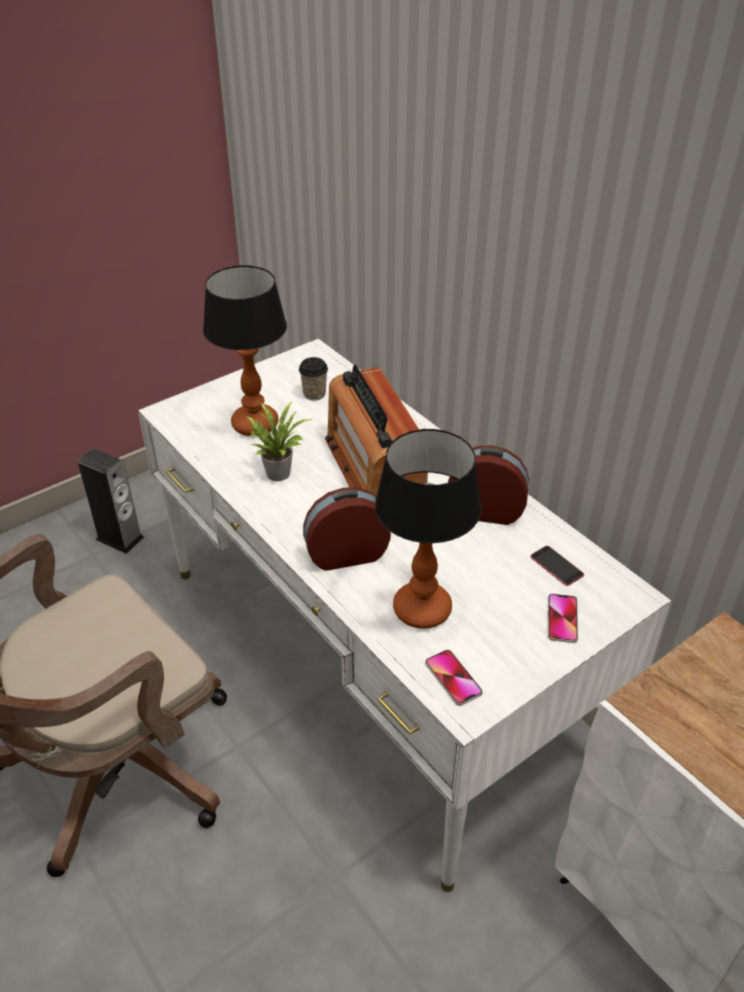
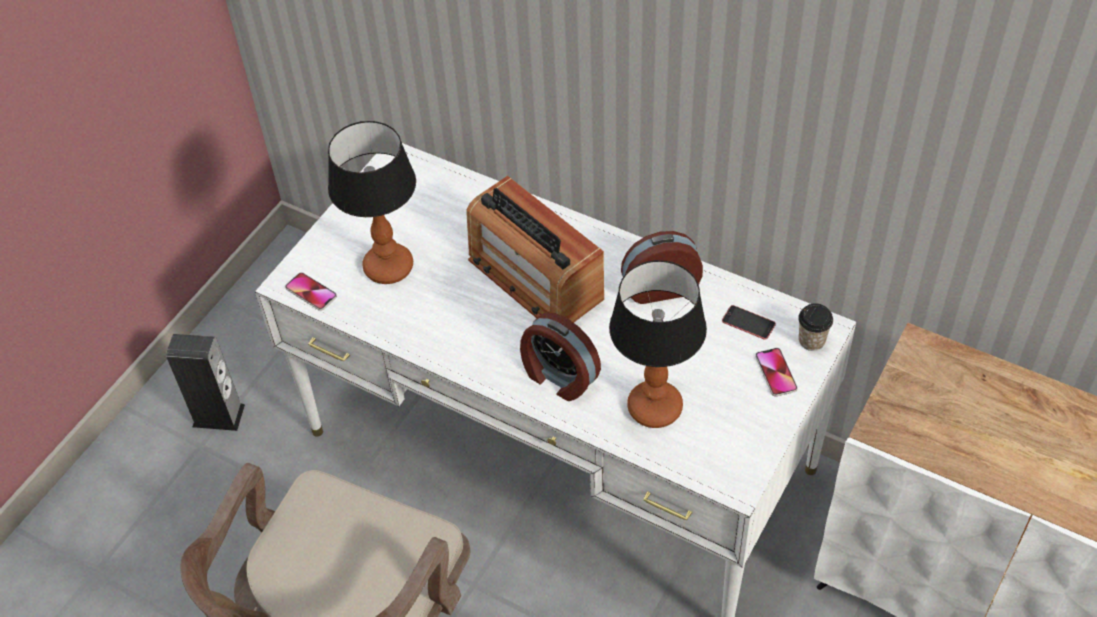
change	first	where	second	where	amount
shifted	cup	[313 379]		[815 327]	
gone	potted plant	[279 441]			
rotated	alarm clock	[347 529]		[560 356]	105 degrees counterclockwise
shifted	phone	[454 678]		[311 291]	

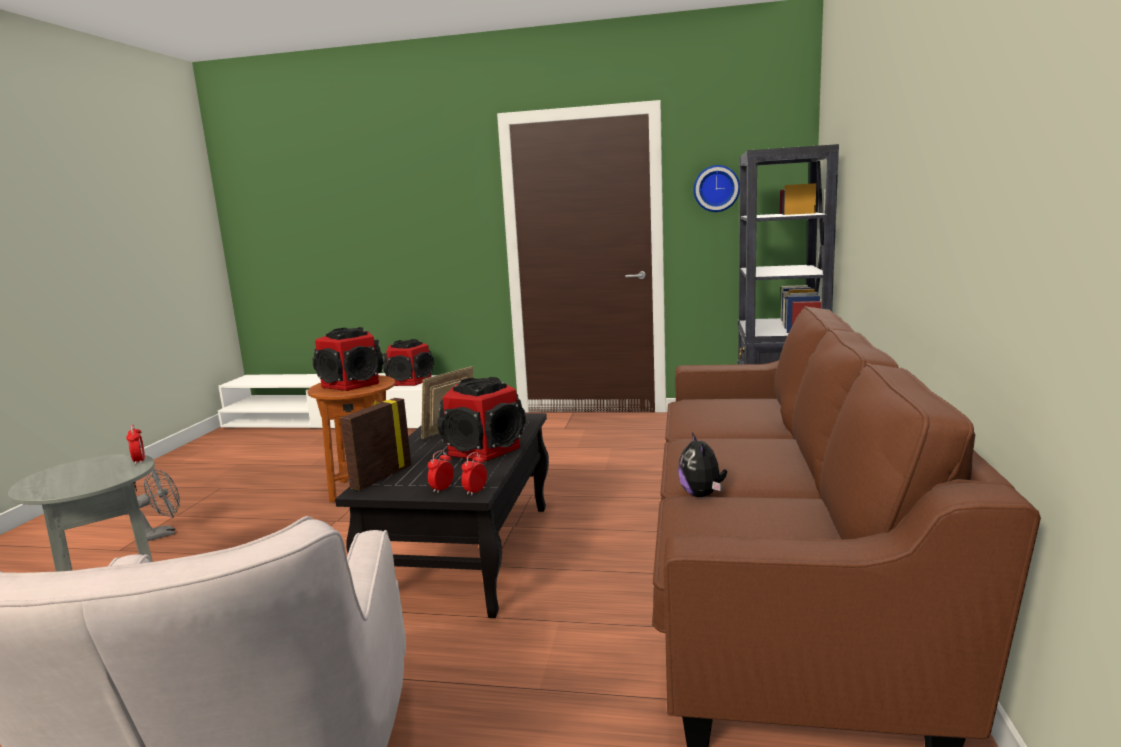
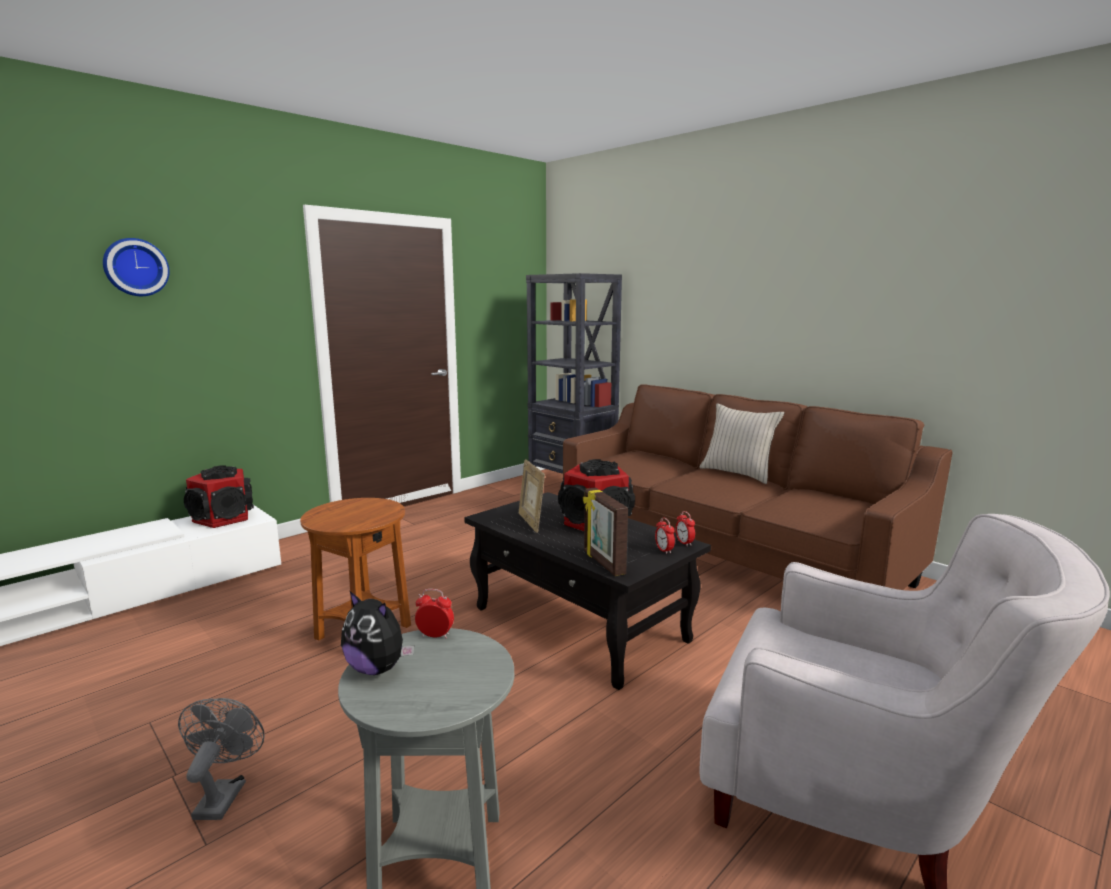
change	first	where	second	where	amount
shifted	wall clock	[716 188]		[136 267]	
gone	speaker	[348 359]			
shifted	plush toy	[702 464]		[377 633]	
new			pillow (beige)	[742 443]	

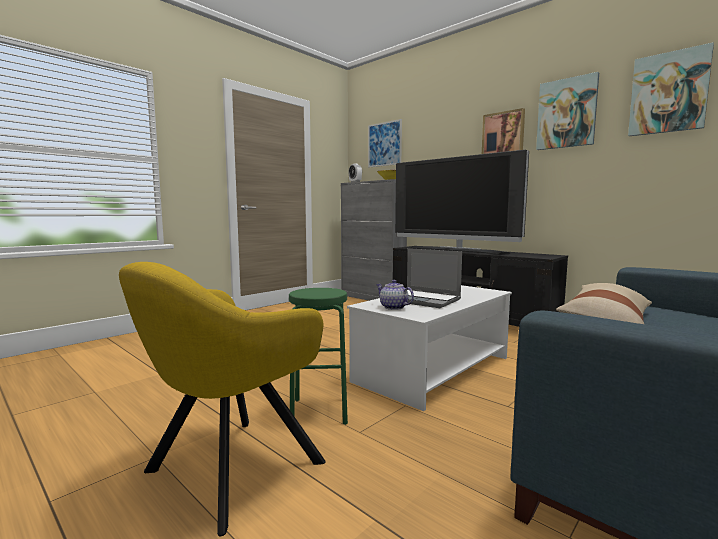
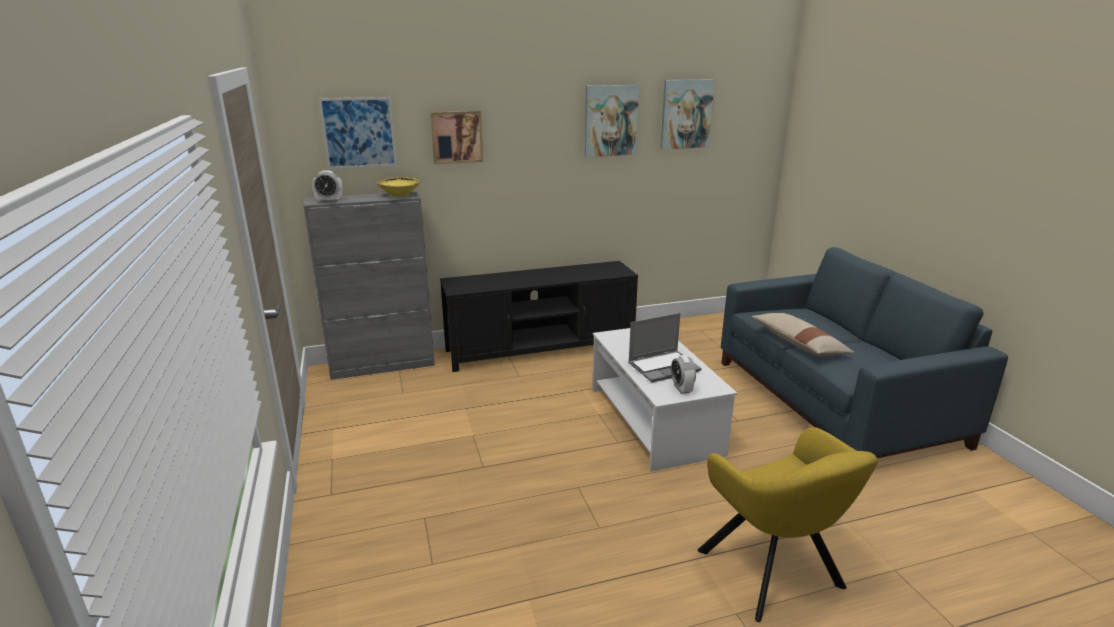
change	first	where	second	where	amount
shifted	picture	[503 131]		[456 137]	
gone	television	[462 202]			
swapped	teapot	[395 295]	alarm clock	[683 374]	
gone	stool (green)	[318 356]			

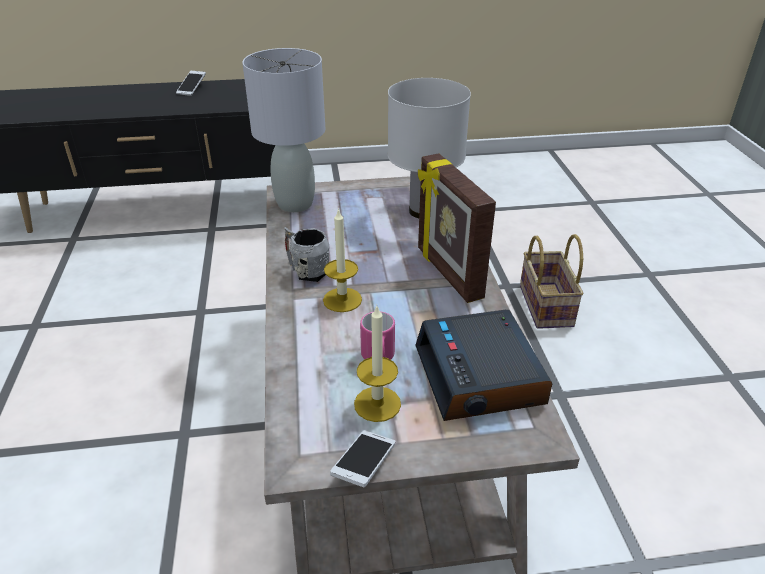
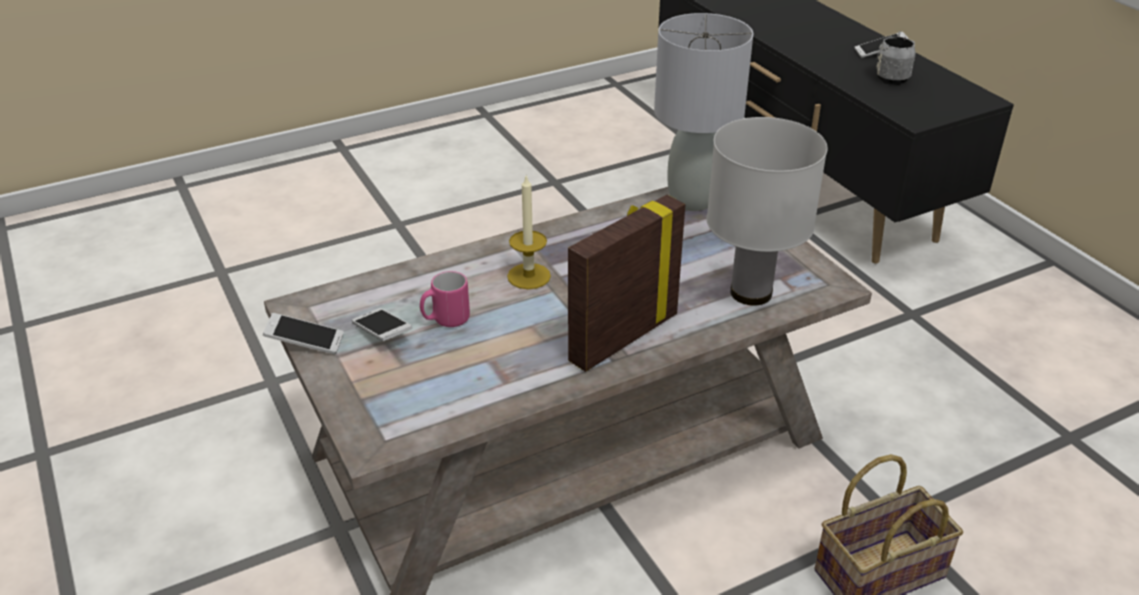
change	first	where	second	where	amount
shifted	mug (grey)	[306 254]		[896 58]	
swapped	candle	[377 363]	phone	[382 324]	
gone	alarm clock	[484 365]			

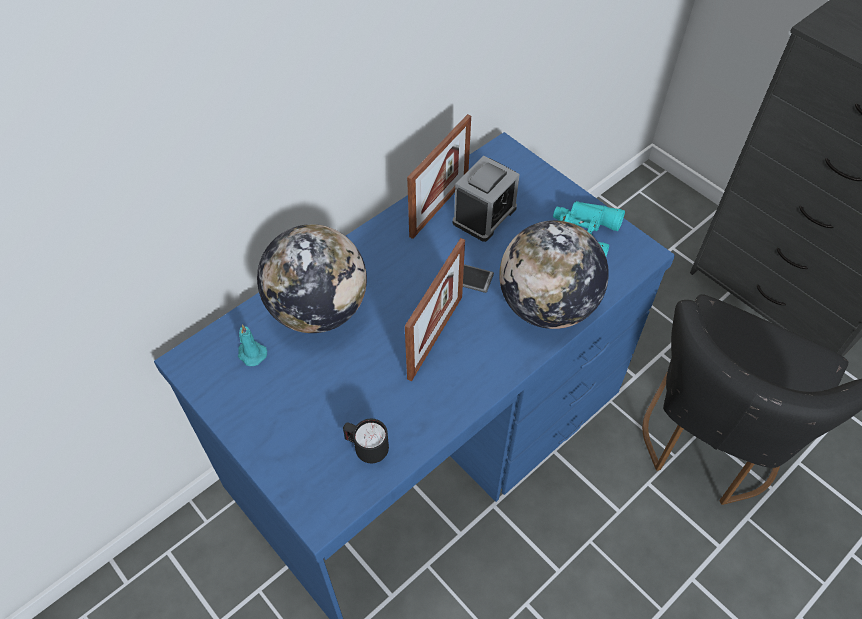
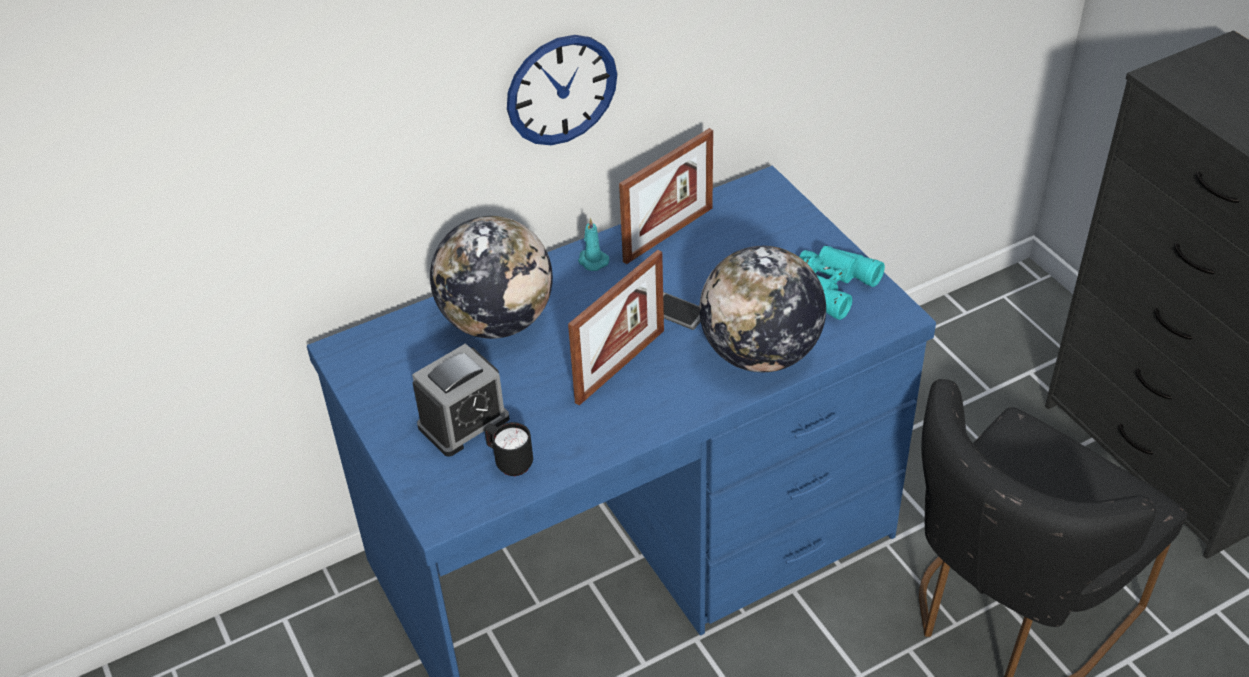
change	first	where	second	where	amount
shifted	alarm clock	[486 199]		[461 400]	
shifted	candle (turquoise)	[252 345]		[593 244]	
new			wall clock	[562 90]	

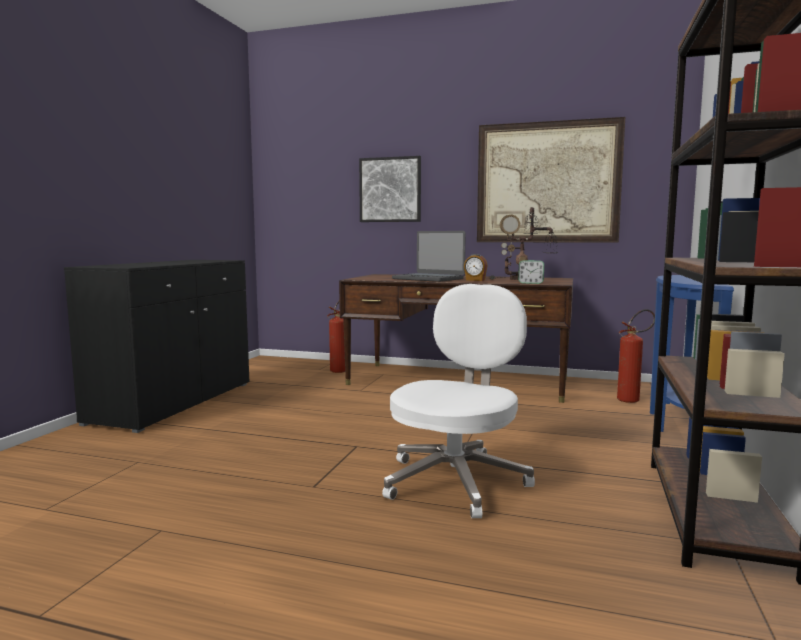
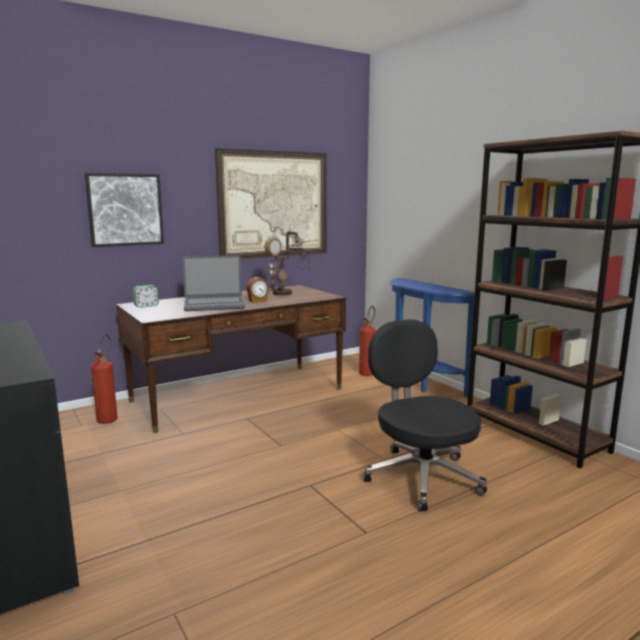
change	first	where	second	where	amount
shifted	alarm clock	[531 272]		[146 296]	
repainted	office chair (white)	[458 401]	office chair (black)	[425 415]	

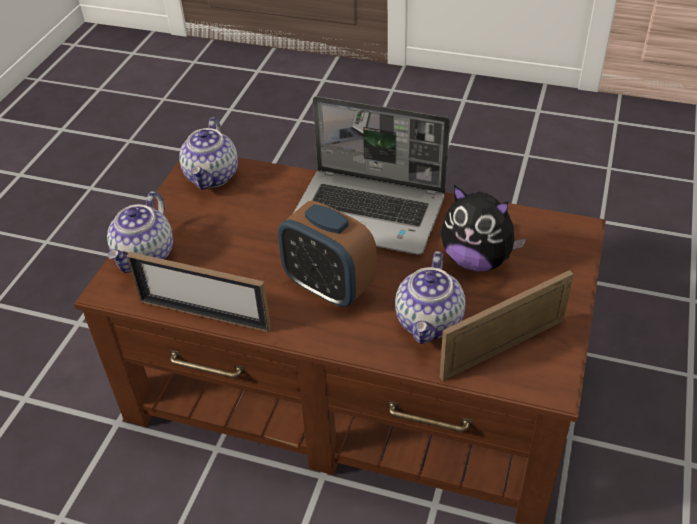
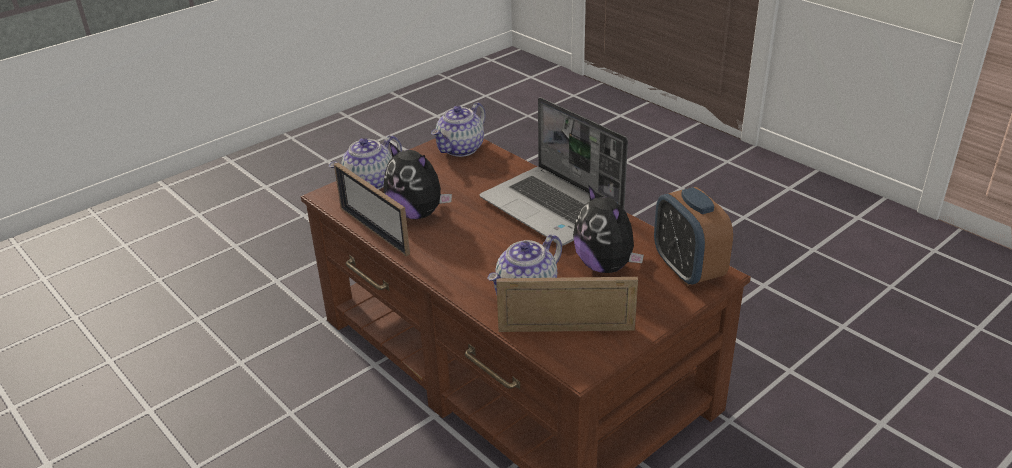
change	first	where	second	where	amount
shifted	alarm clock	[327 254]		[693 236]	
new			plush toy	[418 180]	

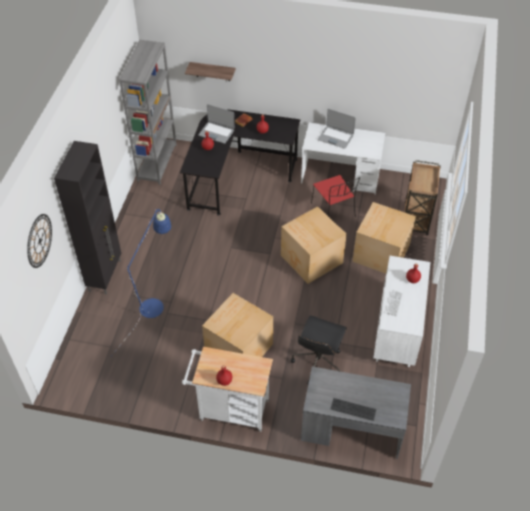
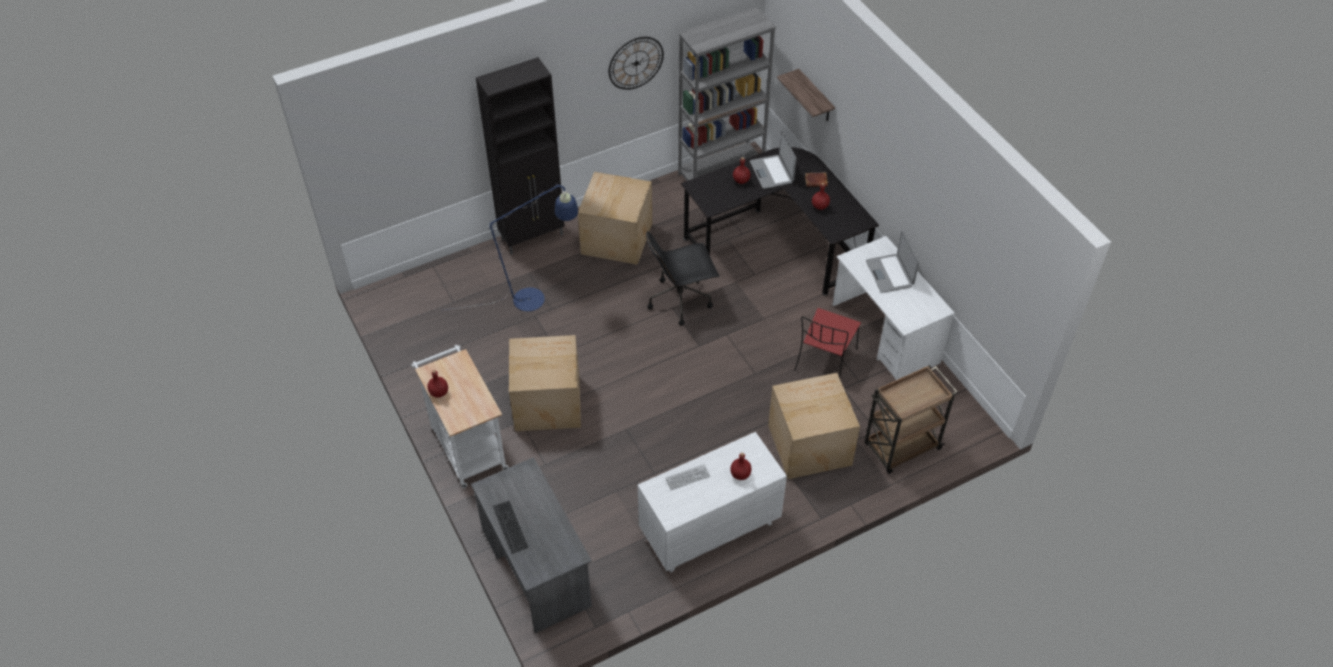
change	first	where	second	where	amount
shifted	cardboard box	[314 245]		[615 218]	
shifted	wall clock	[39 241]		[636 63]	
shifted	office chair (black)	[319 349]		[682 278]	

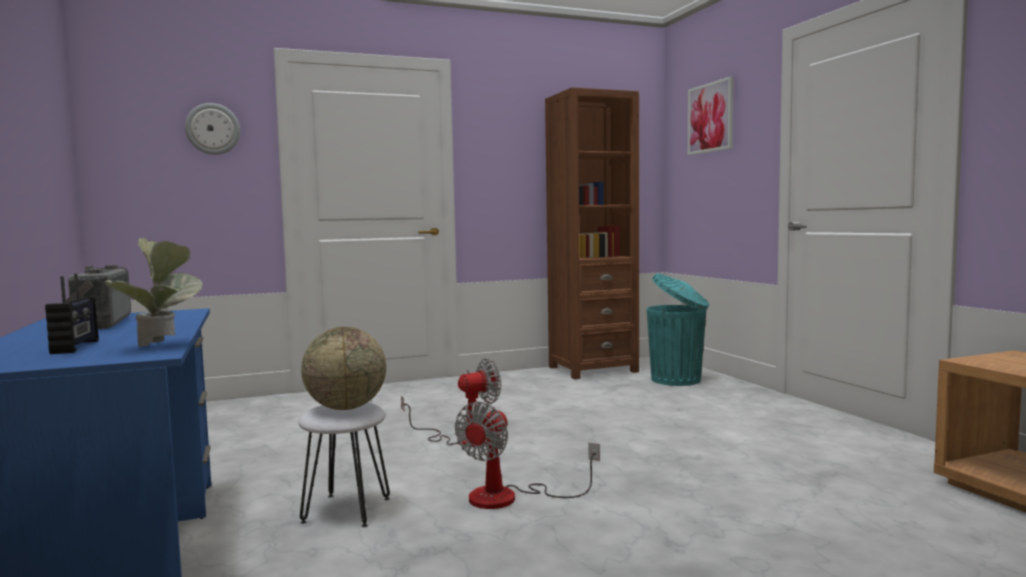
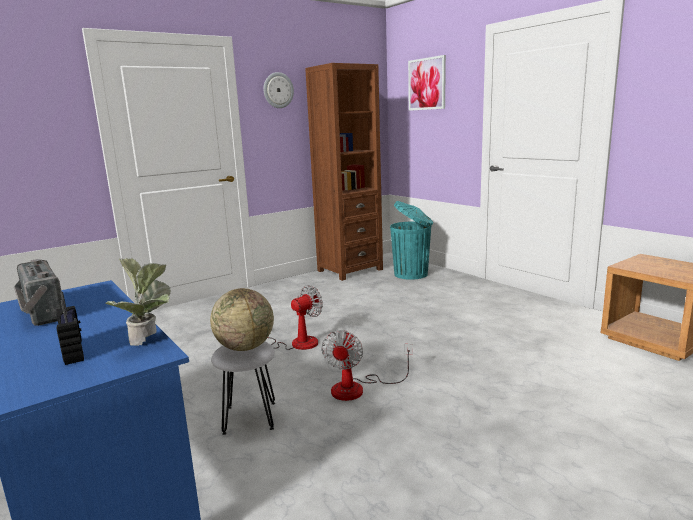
change	first	where	second	where	amount
shifted	wall clock	[212 129]		[278 90]	

